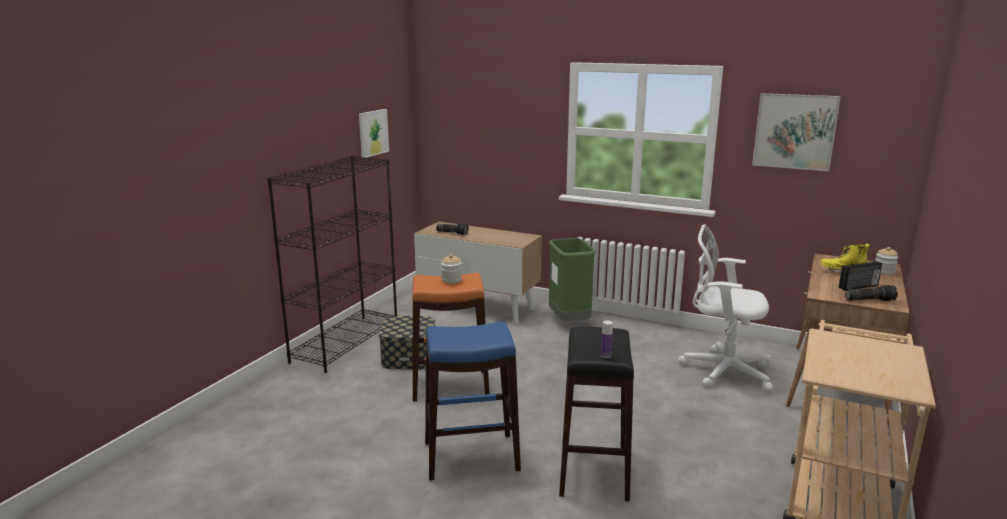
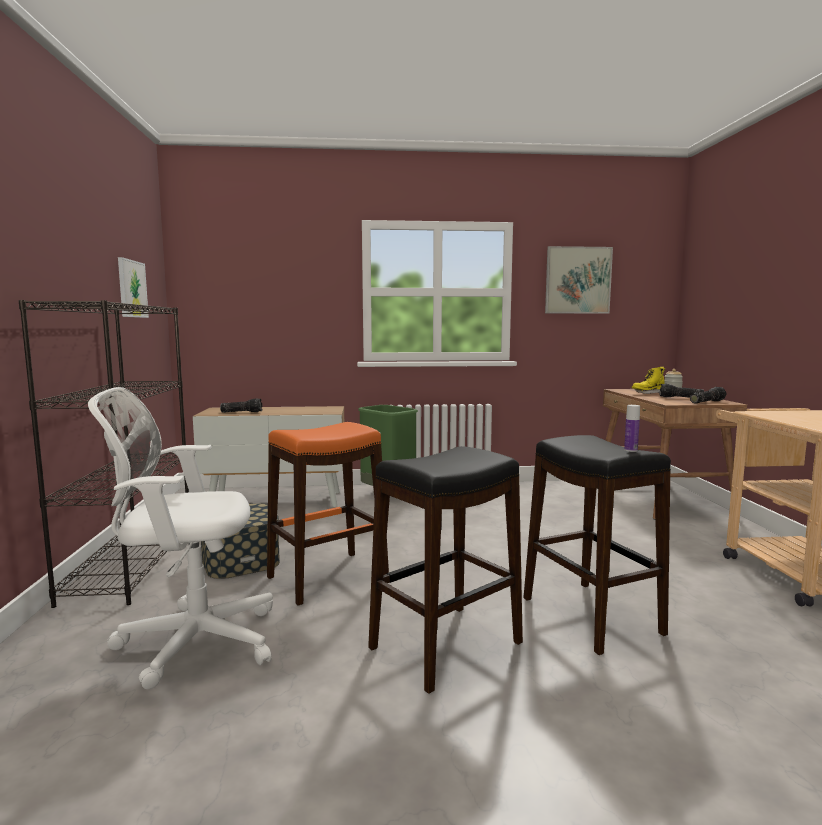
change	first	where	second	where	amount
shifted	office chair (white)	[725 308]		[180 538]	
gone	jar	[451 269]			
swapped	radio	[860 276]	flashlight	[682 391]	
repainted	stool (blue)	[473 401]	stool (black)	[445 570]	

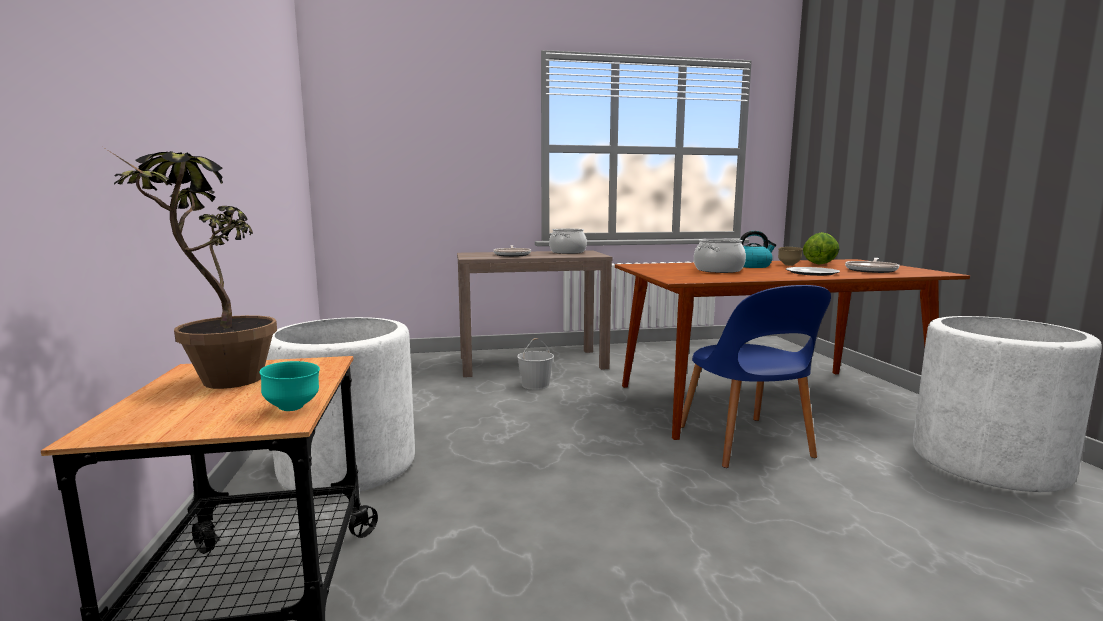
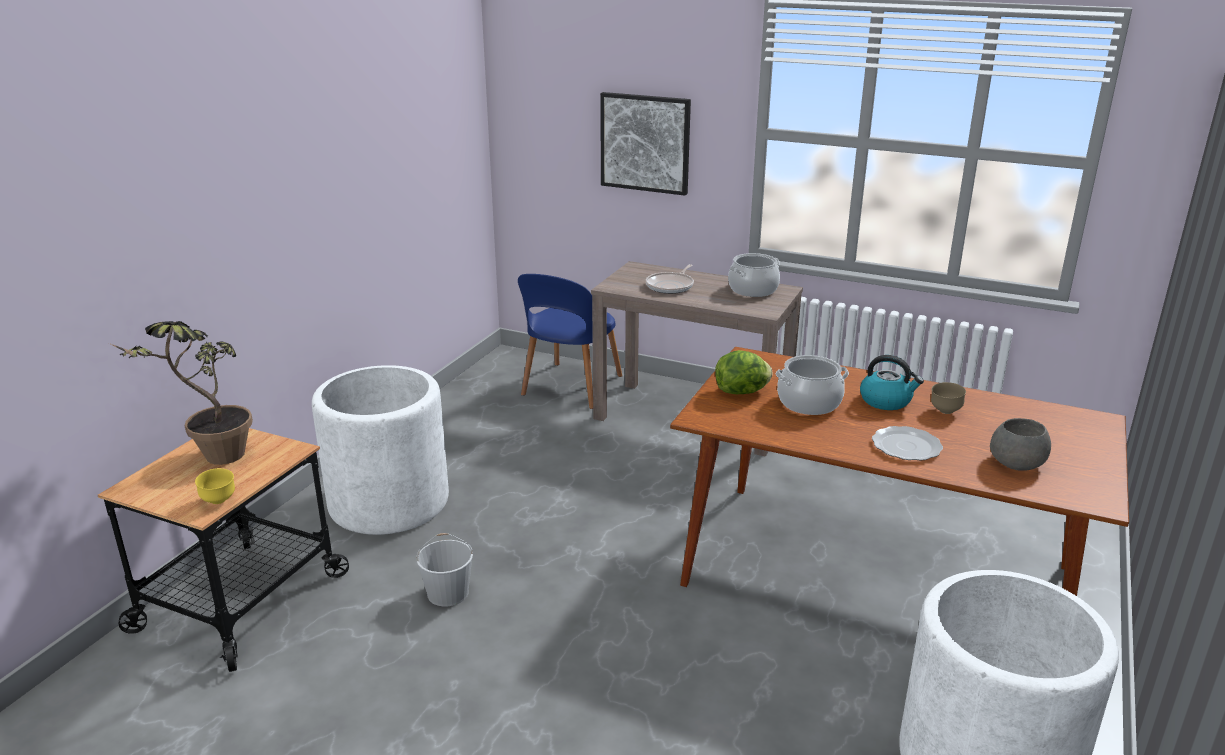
change	first	where	second	where	amount
shifted	lettuce	[821 248]		[743 372]	
swapped	frying pan	[872 265]	bowl (grey)	[1020 444]	
shifted	chair (blue)	[756 376]		[570 341]	
shifted	bucket (white)	[535 364]		[444 569]	
repainted	bowl (turquoise)	[290 386]	bowl (yellow)	[215 486]	
new			picture	[645 144]	

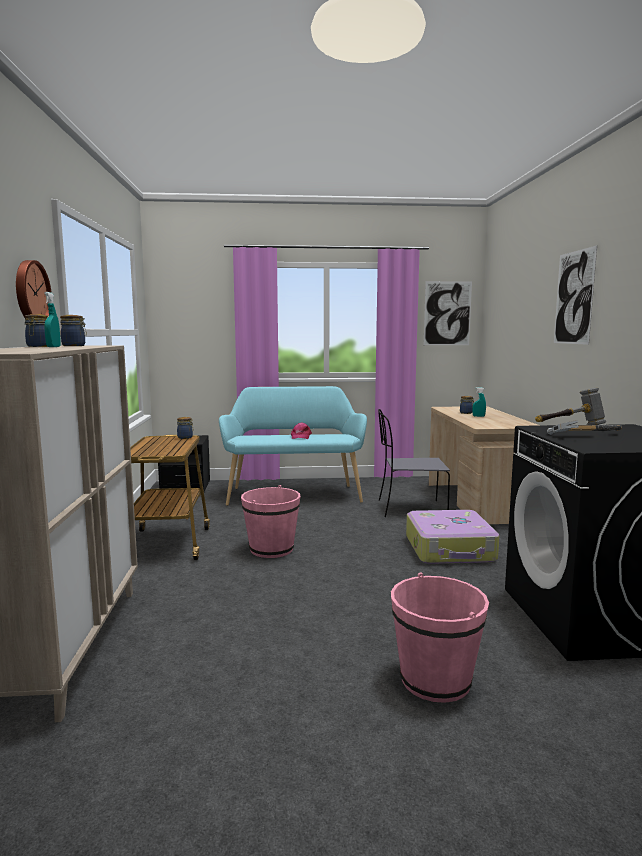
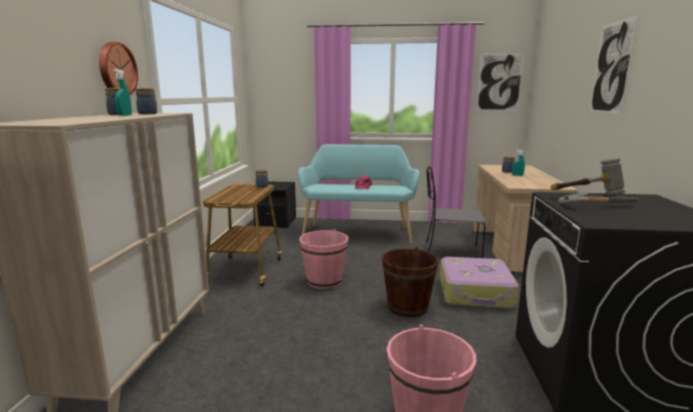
change	first	where	second	where	amount
new			bucket (brown)	[410 282]	

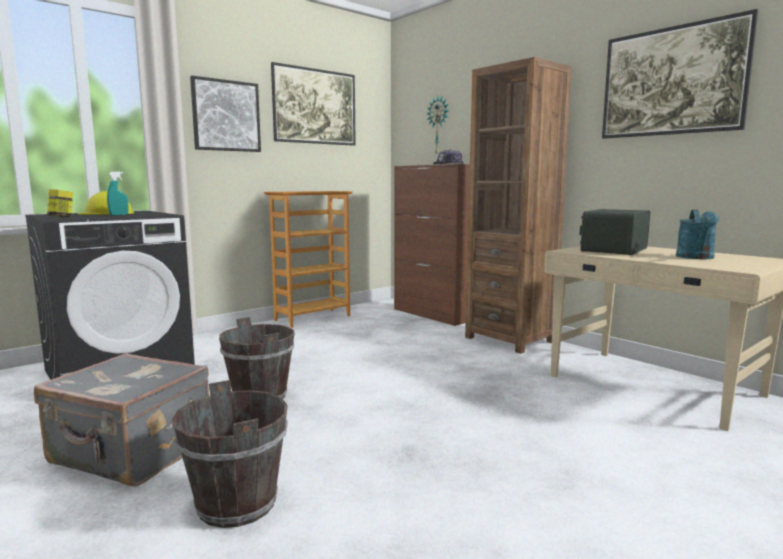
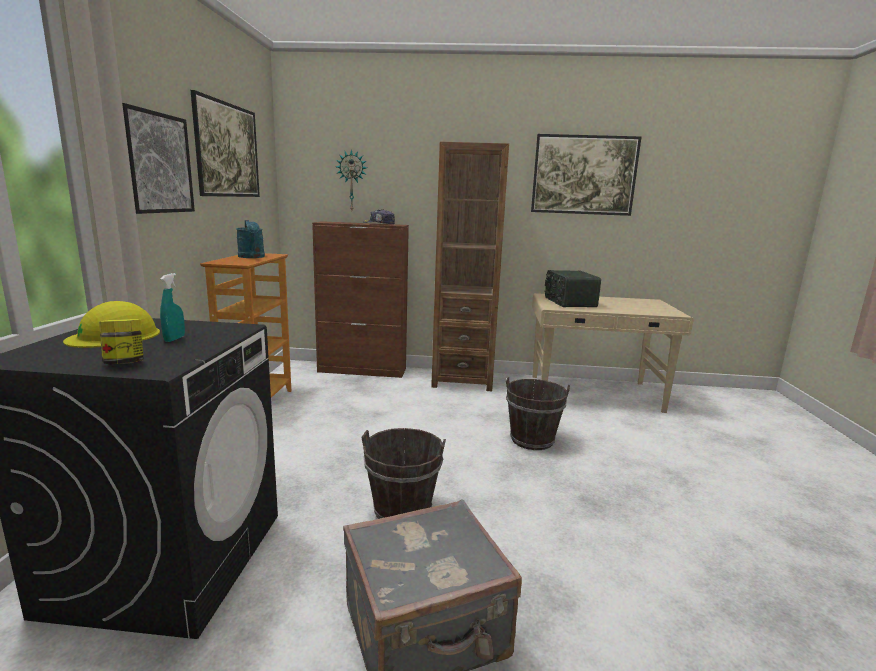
change	first	where	second	where	amount
shifted	watering can (turquoise)	[697 234]		[250 239]	
shifted	bucket (brown)	[230 454]		[538 413]	

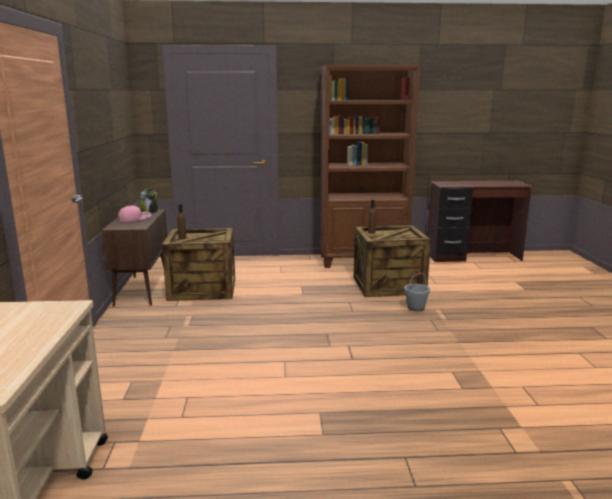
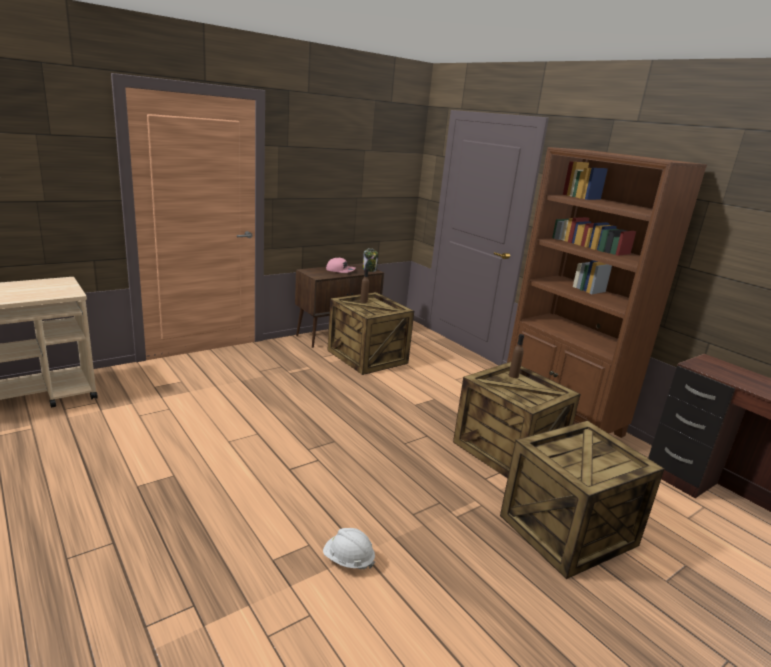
change	first	where	second	where	amount
gone	bucket (grey)	[417 291]			
new			crate	[582 500]	
new			hard hat (white)	[349 548]	

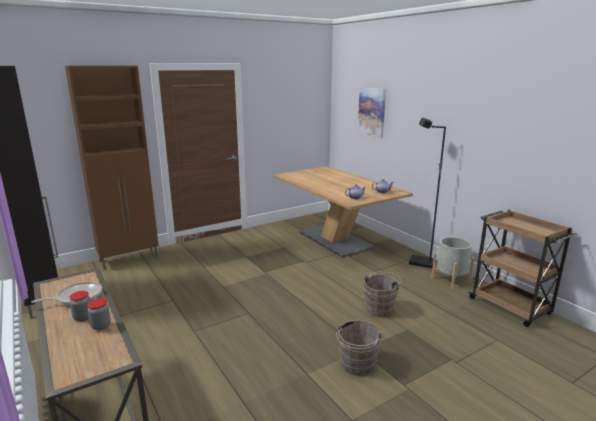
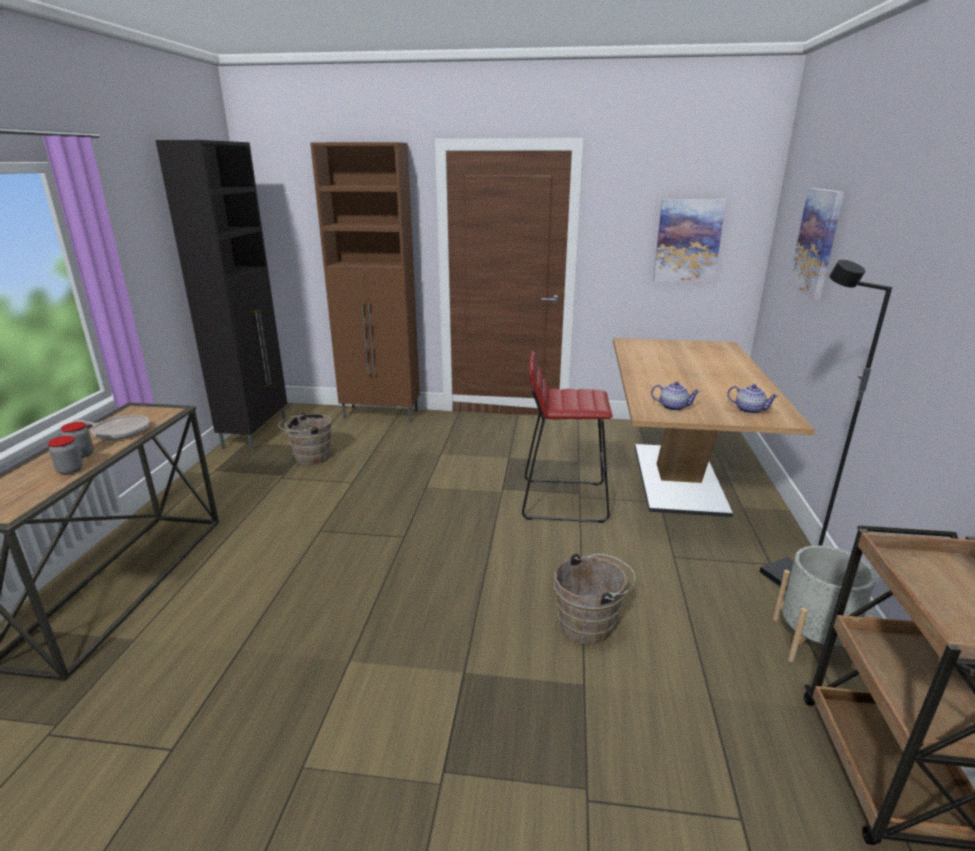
change	first	where	second	where	amount
shifted	bucket (brown)	[359 348]		[305 439]	
new			picture	[689 241]	
new			stool (red)	[567 437]	

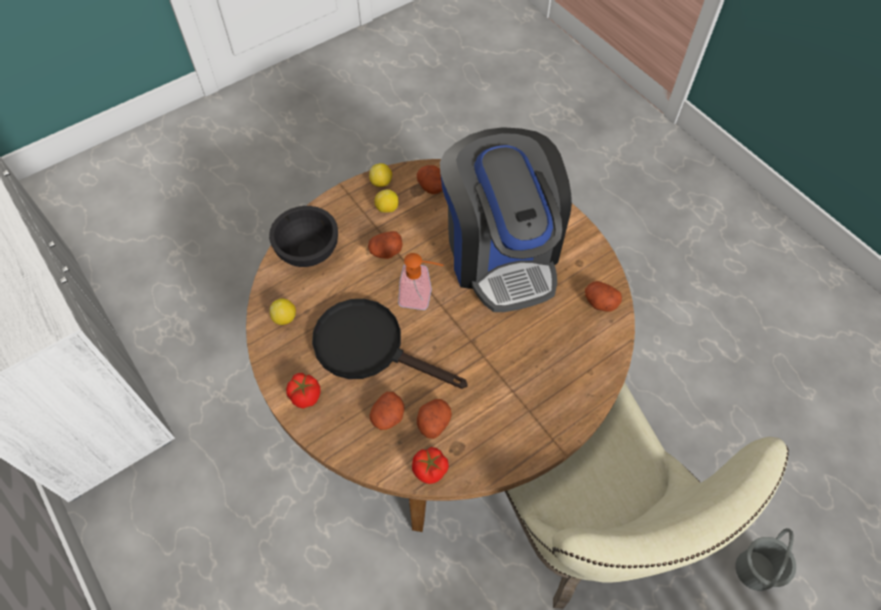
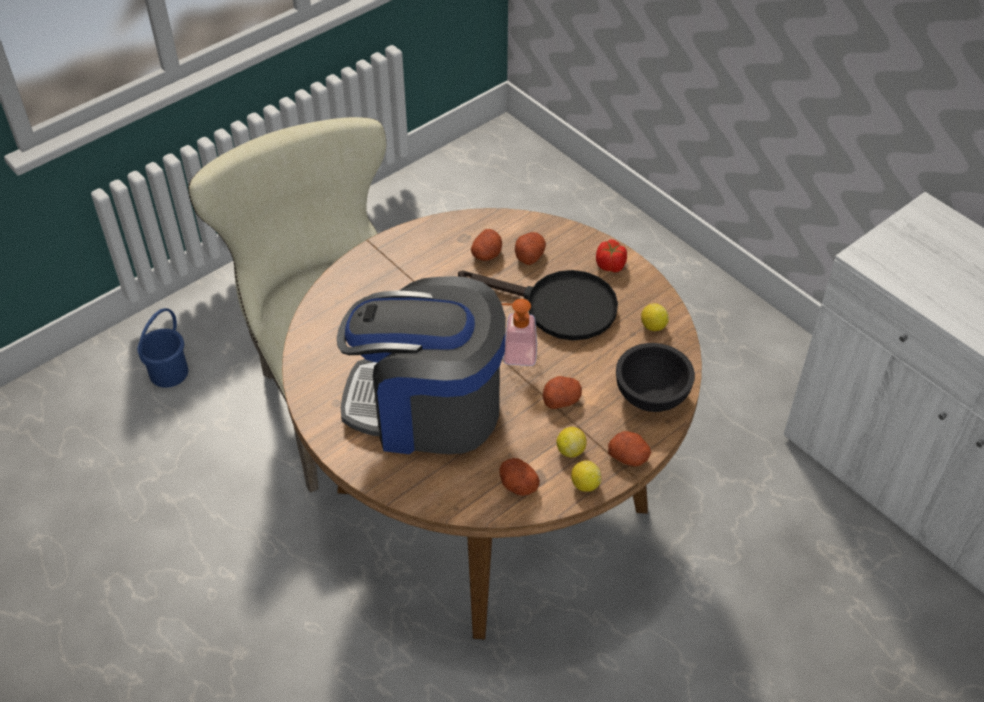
change	first	where	second	where	amount
rotated	coffee machine	[506 219]		[421 365]	60 degrees counterclockwise
shifted	potato	[603 296]		[629 449]	
gone	tomato	[430 465]			
repainted	bucket (grey)	[765 559]	bucket (blue)	[162 348]	

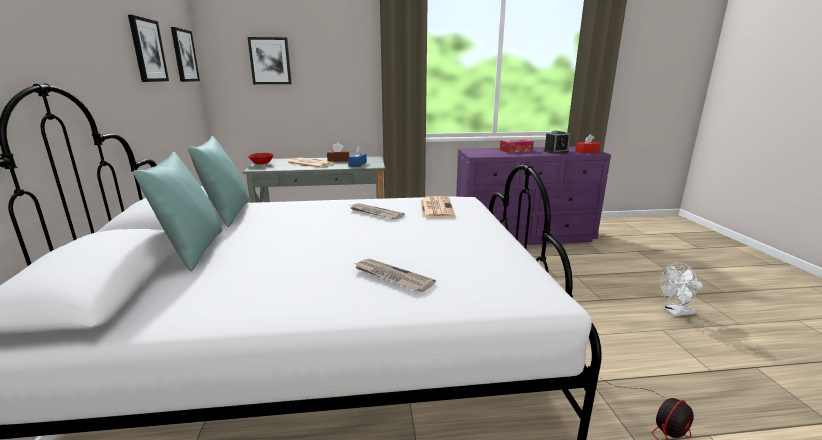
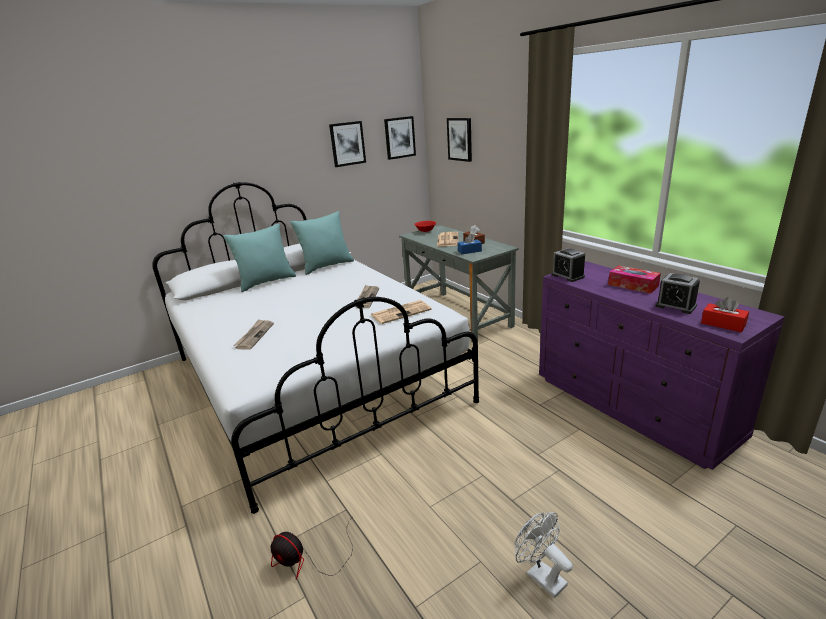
change	first	where	second	where	amount
new			alarm clock	[568 265]	

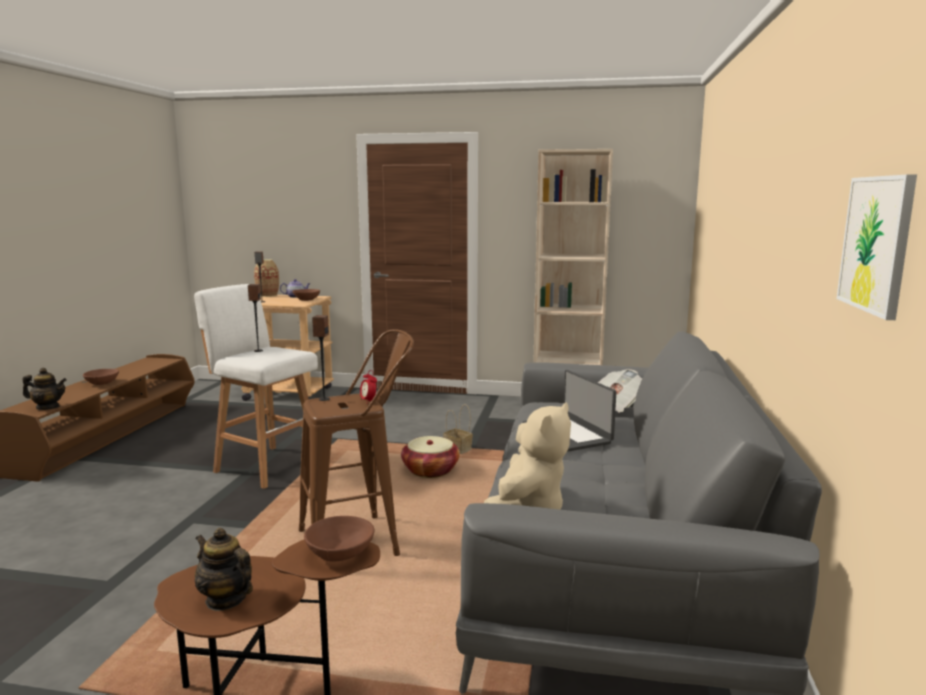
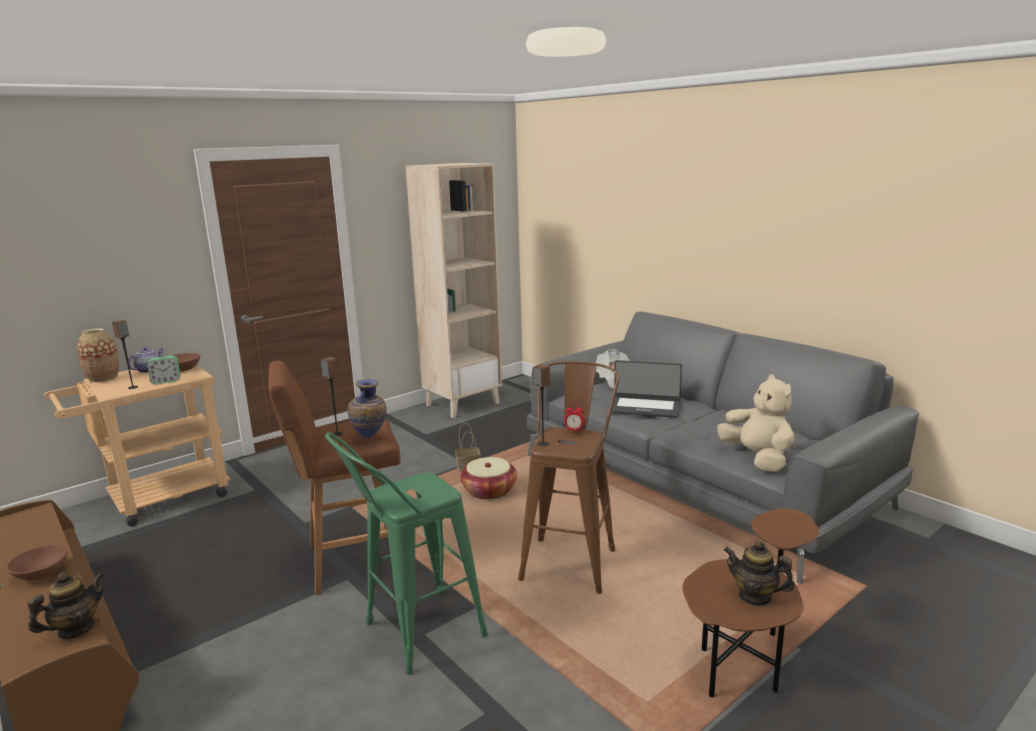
change	first	where	second	where	amount
gone	picture	[877 247]			
repainted	stool (white)	[256 386]	stool (brown)	[334 478]	
gone	bowl (brown)	[339 539]			
rotated	teapot	[224 569]		[759 573]	45 degrees clockwise
new			alarm clock	[164 370]	
new			vase	[367 408]	
new			stool (green)	[406 553]	

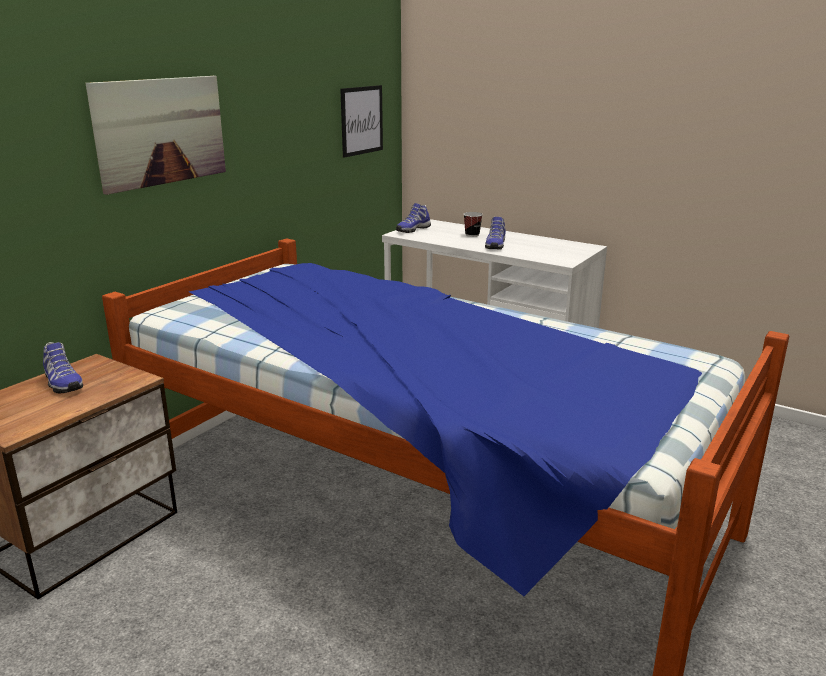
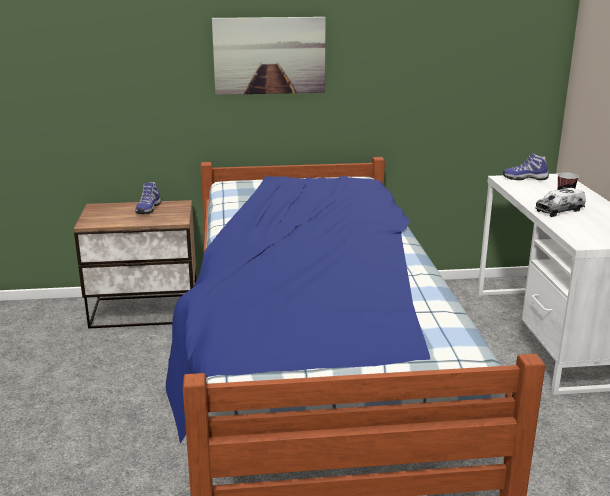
change	first	where	second	where	amount
gone	picture	[361 121]			
swapped	shoe	[495 233]	toy truck	[560 202]	

